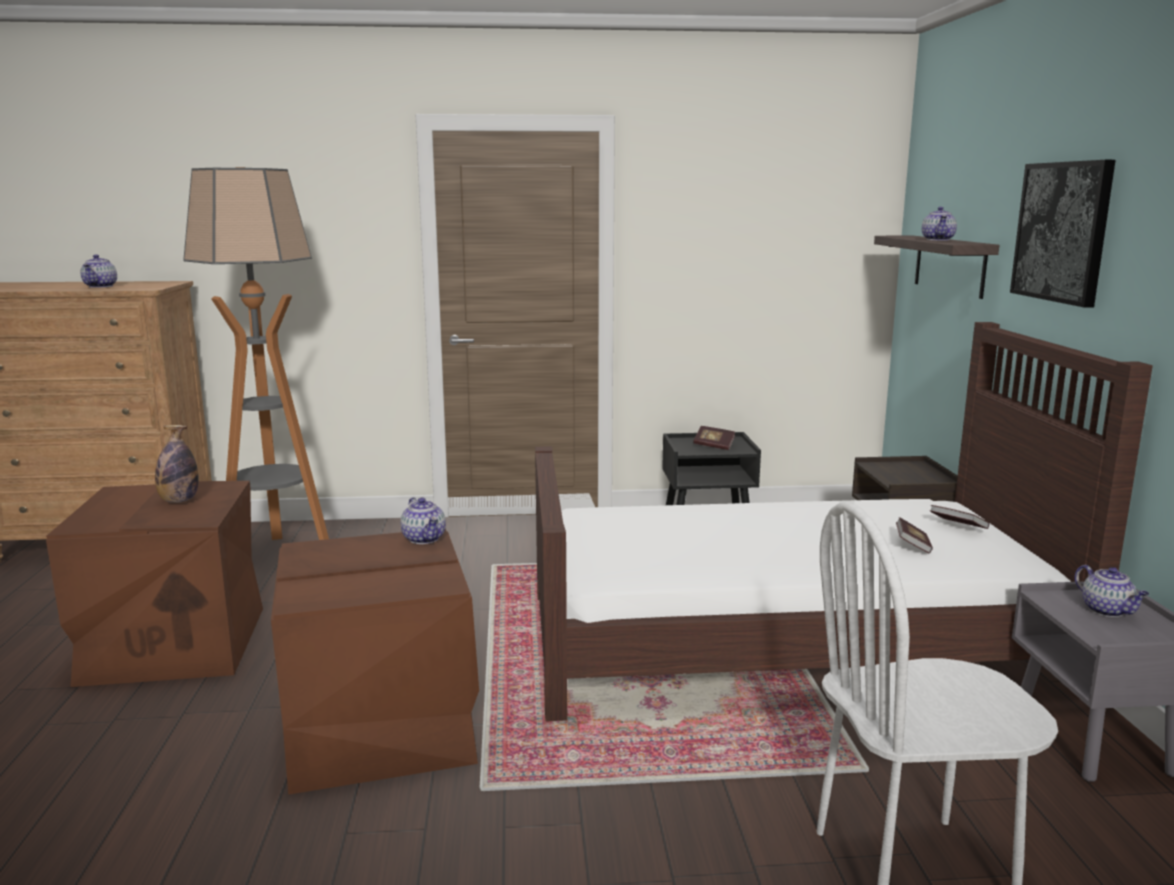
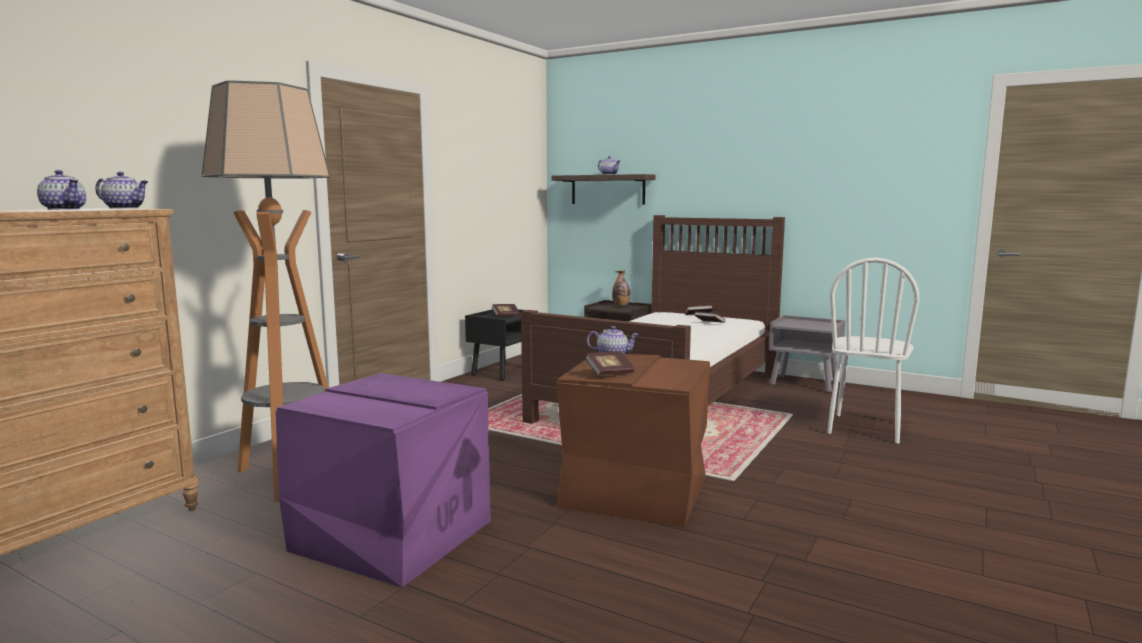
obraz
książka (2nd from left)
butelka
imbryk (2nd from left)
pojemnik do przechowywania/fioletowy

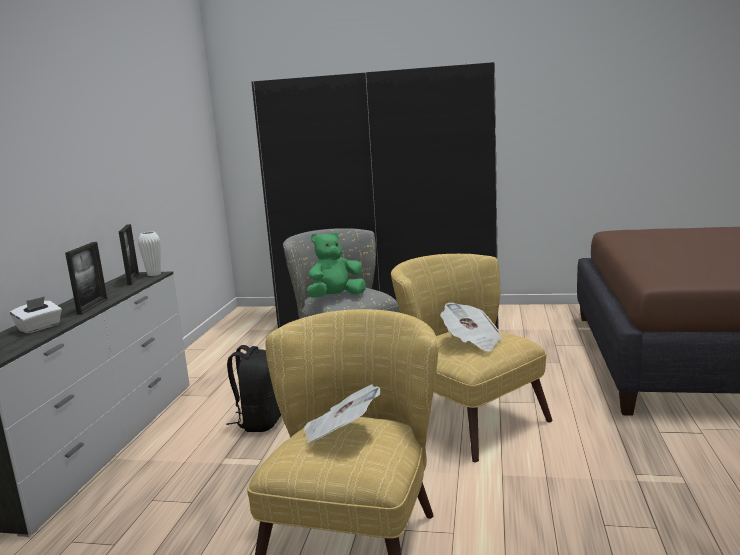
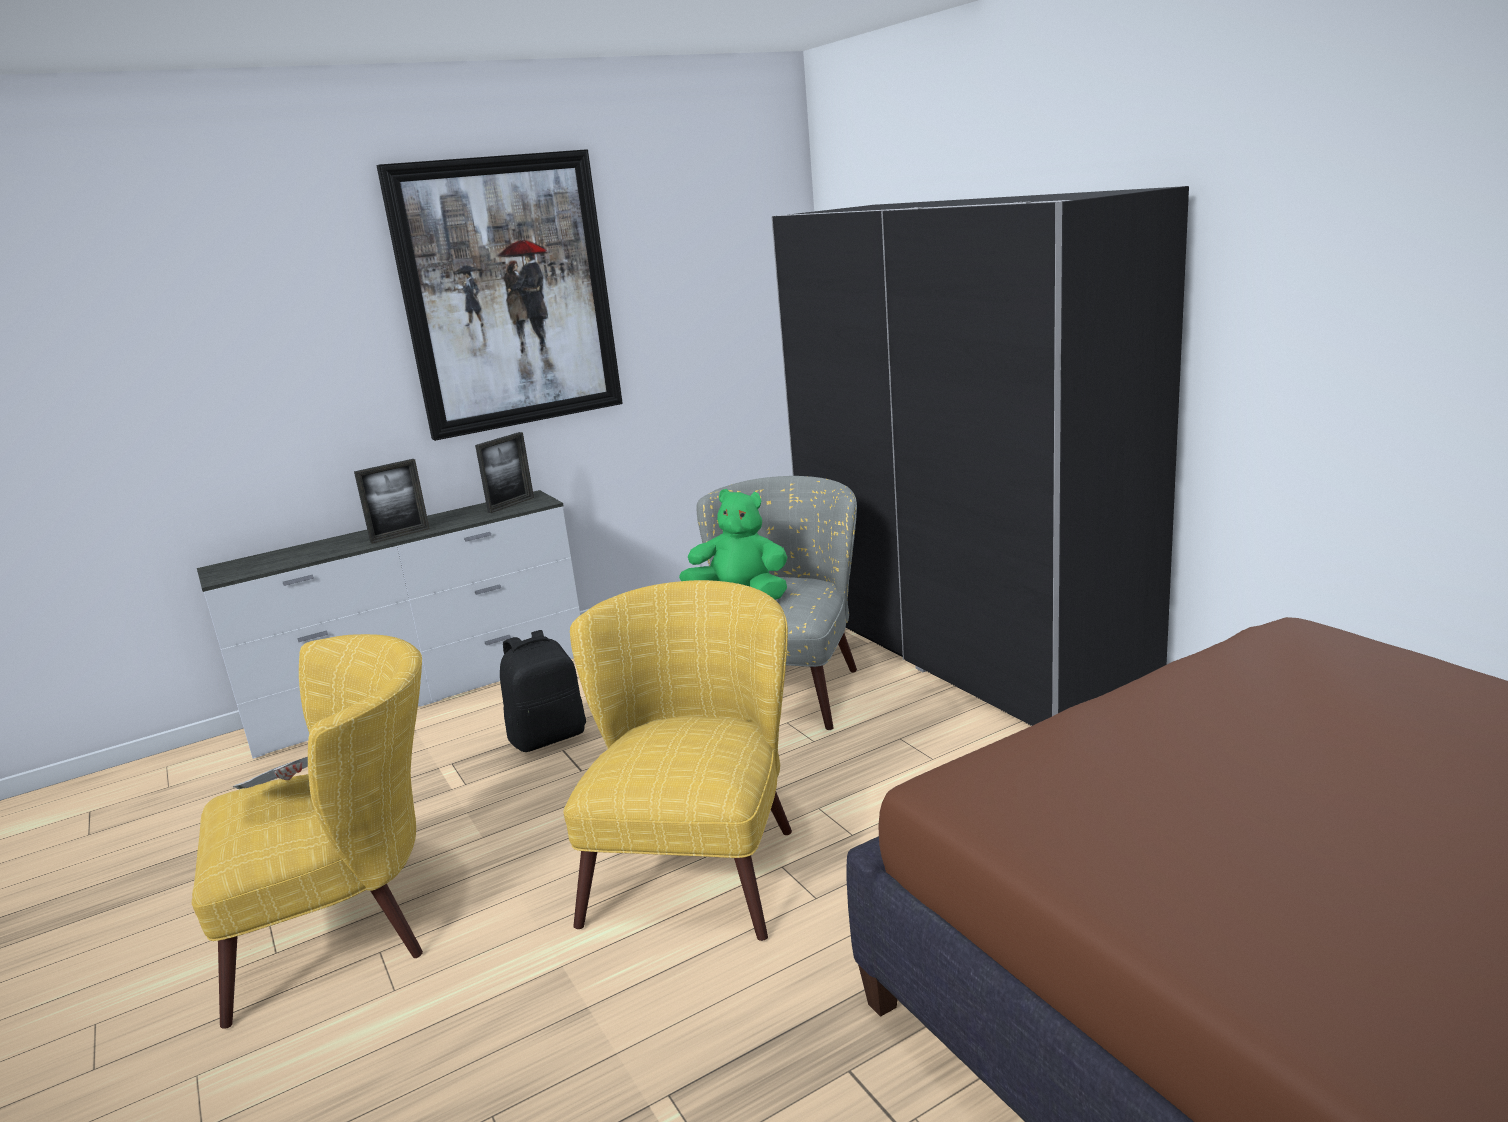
pudełko chusteczek/biały
wazon/biały
gazeta (2nd from left in the first image)
obraz

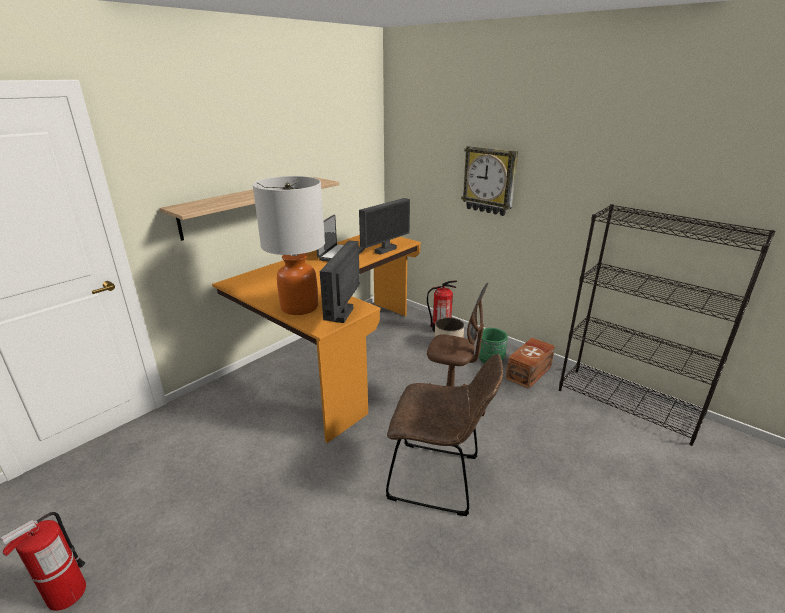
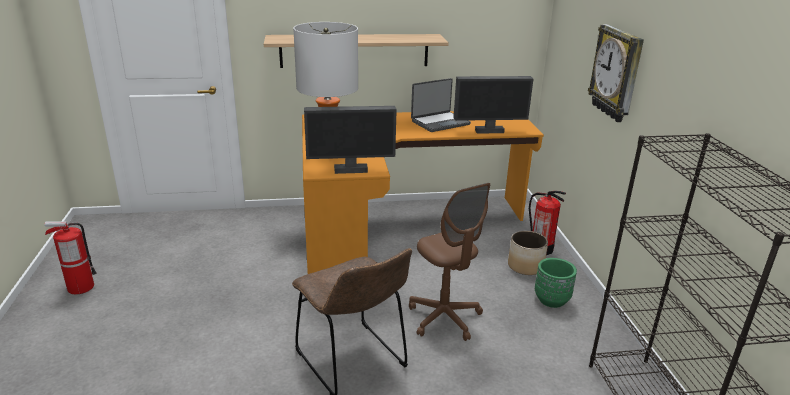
pojemnik do przechowywania/brązowy
monitor (1st from left)

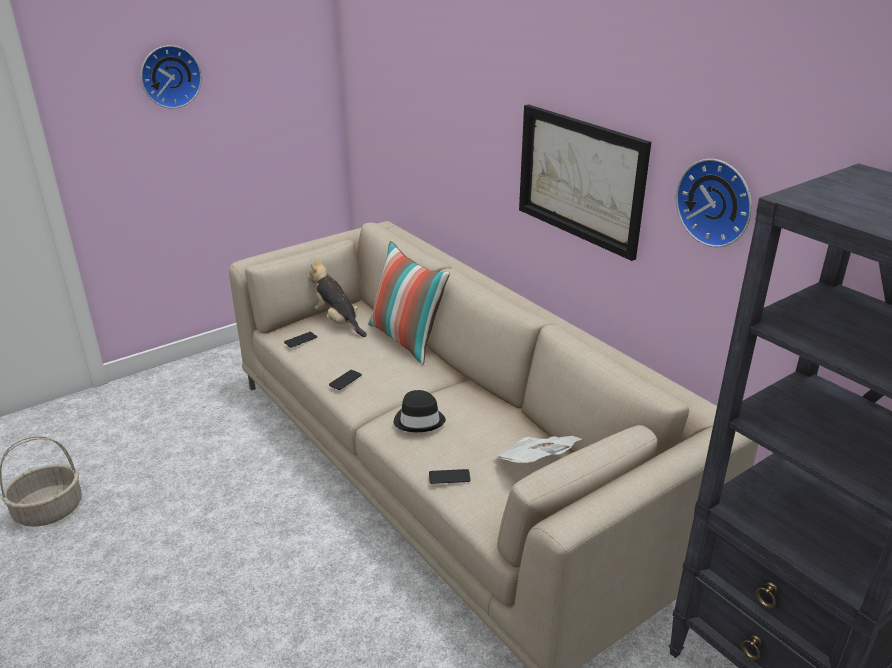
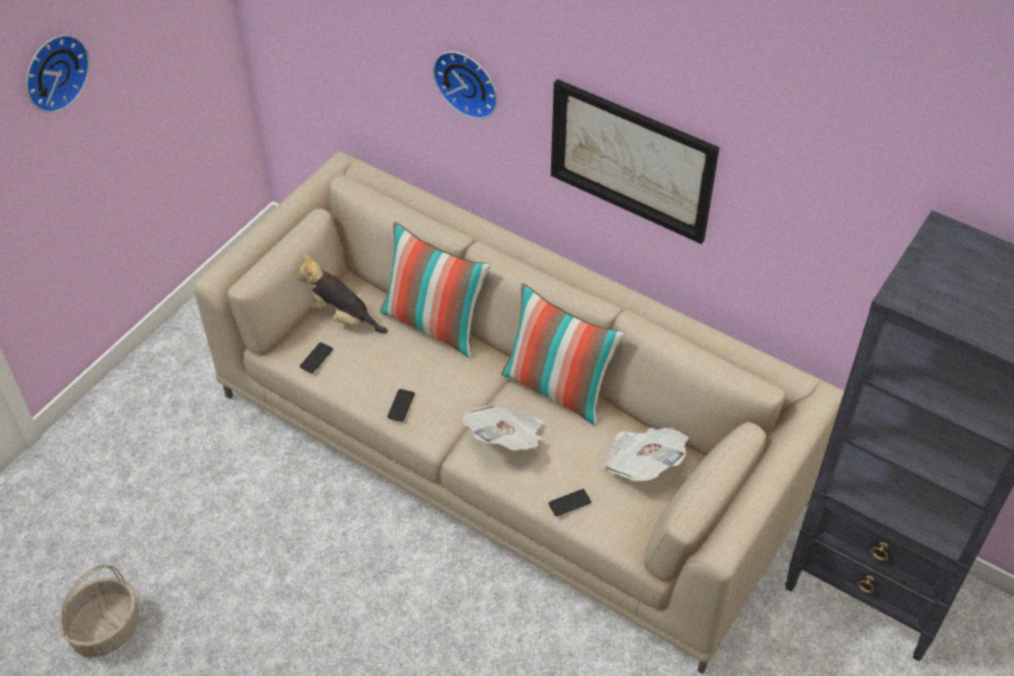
poduszka (2nd from left)
zegar ścienny (2nd from left)
gazeta (1st from left)

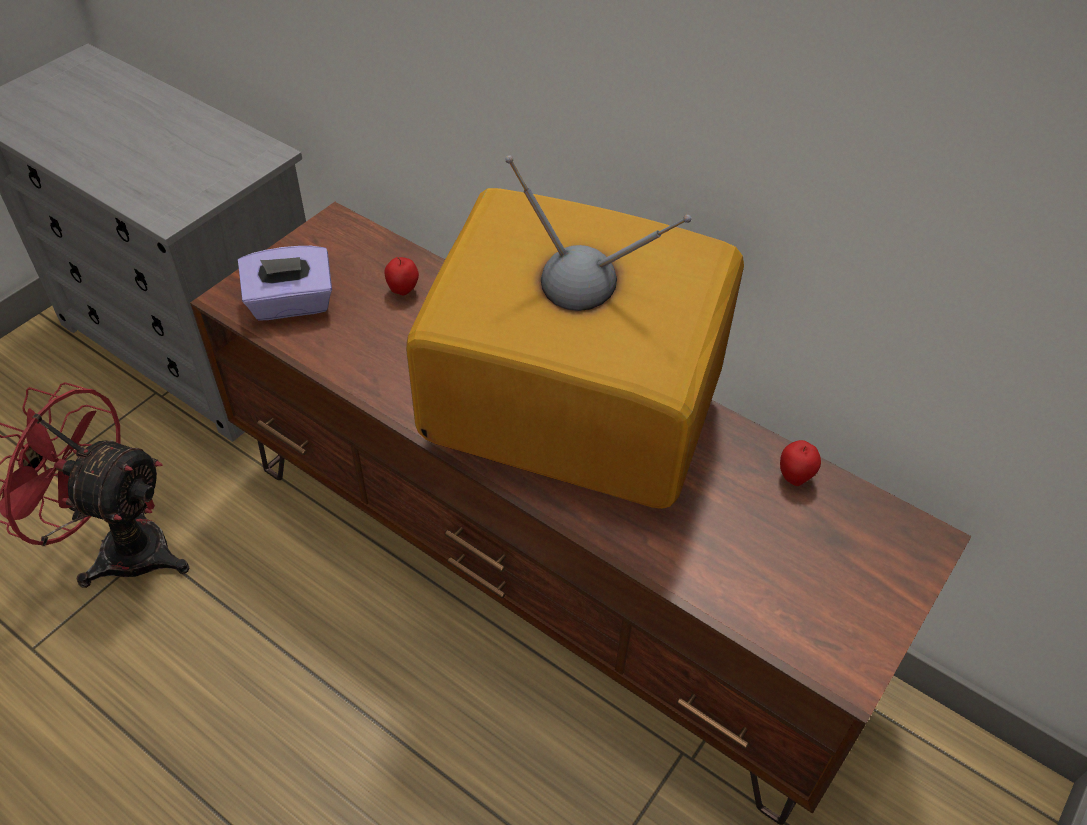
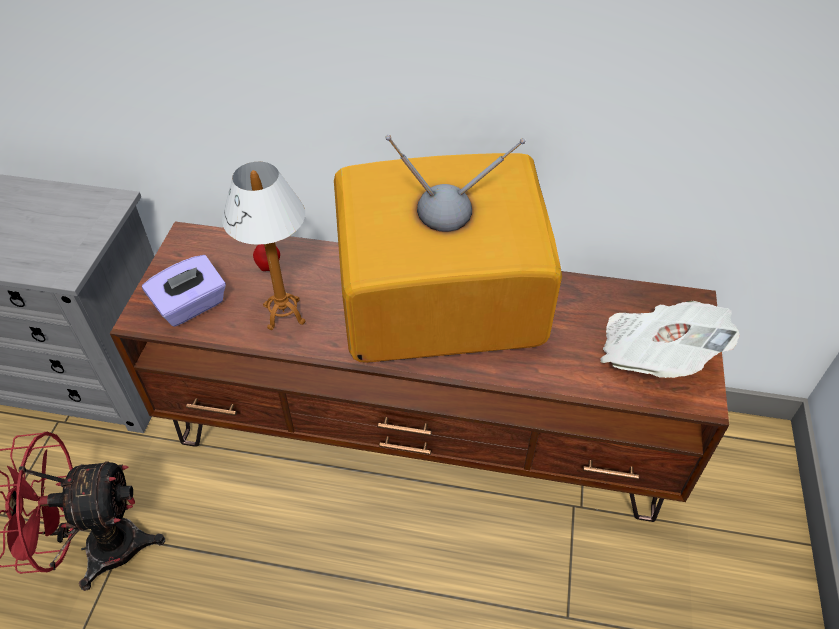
jabłko (2nd from left in the first image)
lampa stołowa
gazeta

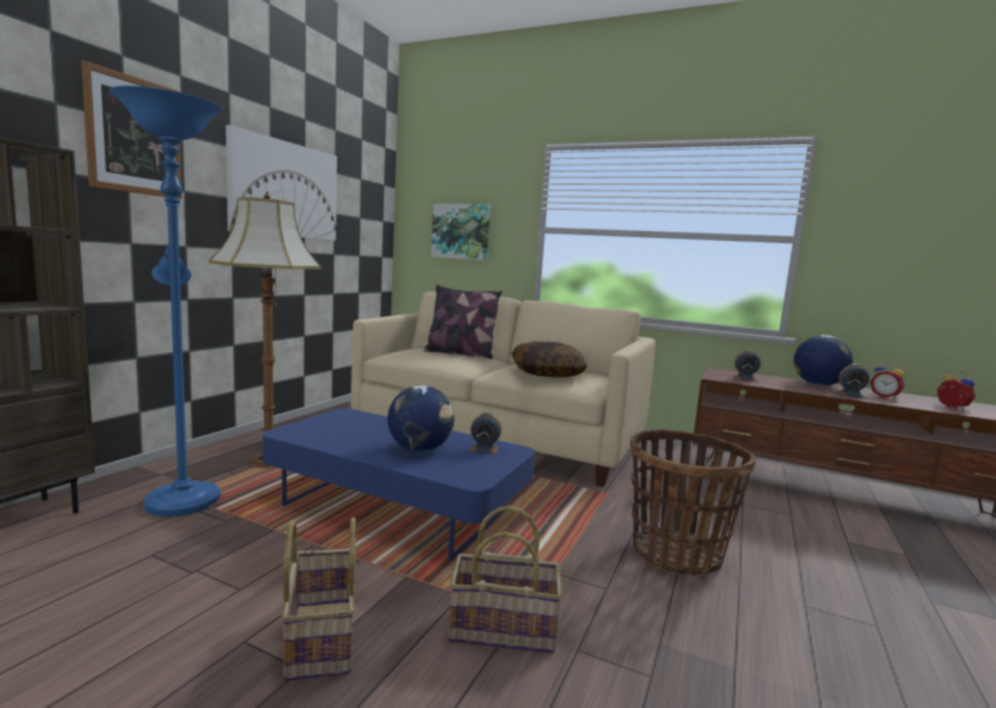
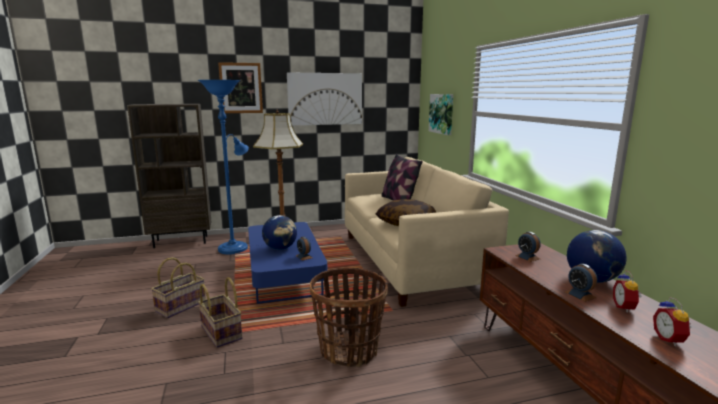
budzik (5th from left)

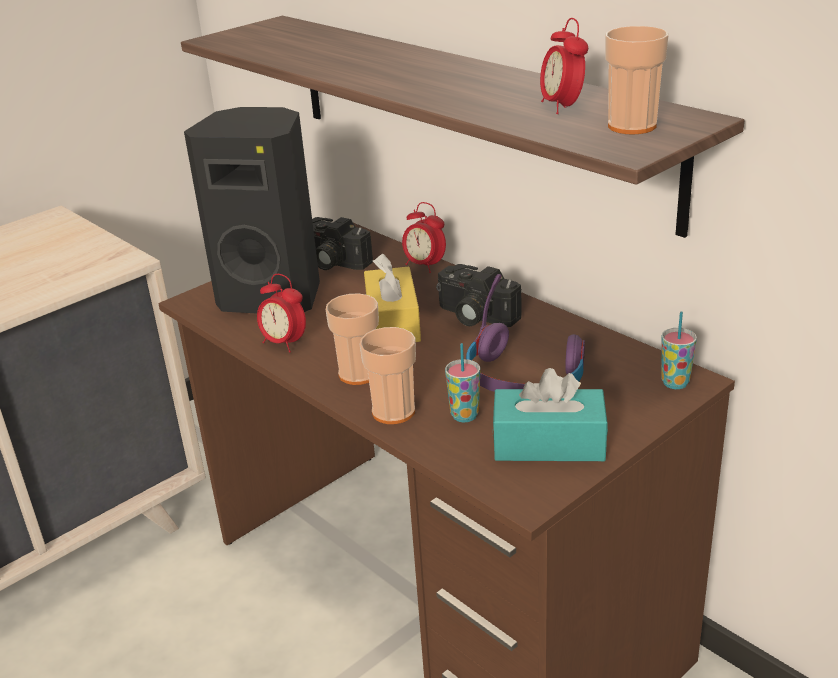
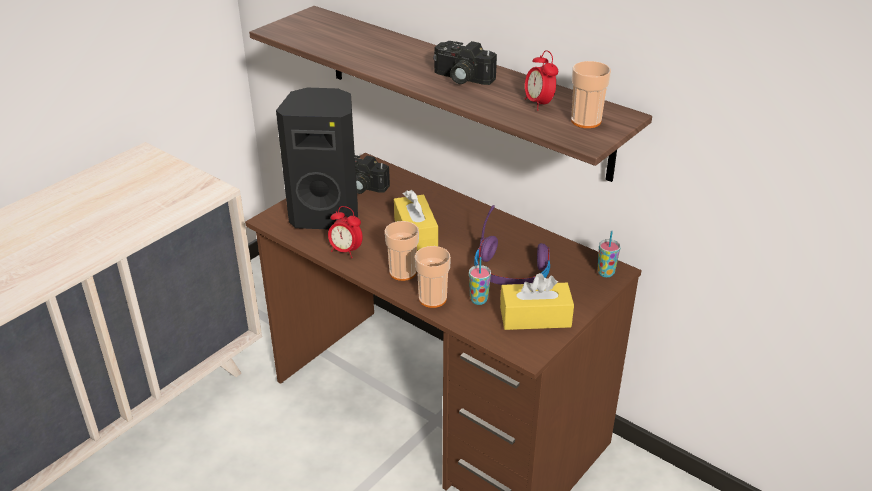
budzik (2nd from left in the first image)
aparat fotograficzny (2nd from left)
pudełko chusteczek/żółty (2nd from left)

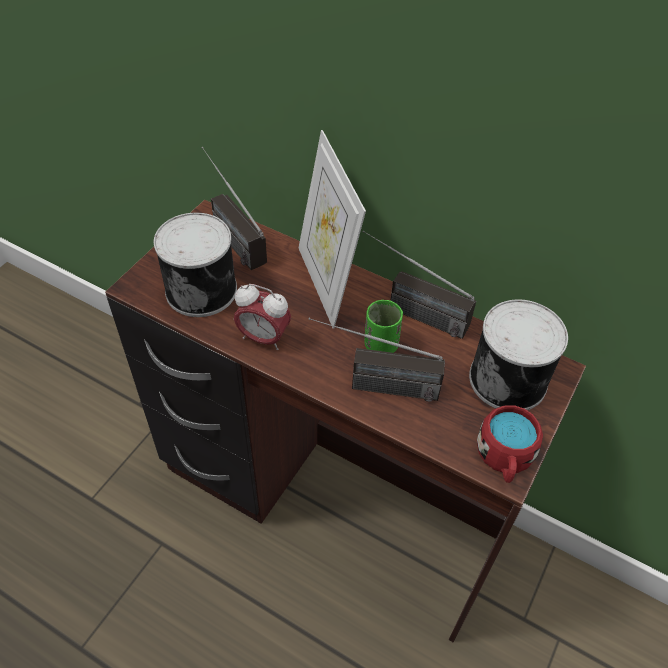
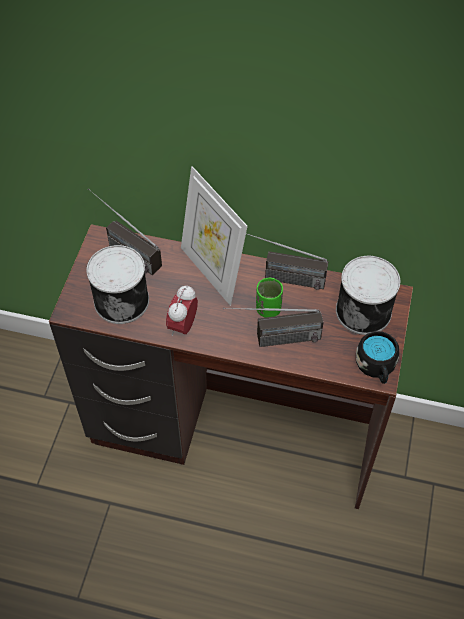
kubek/czarny
budzik

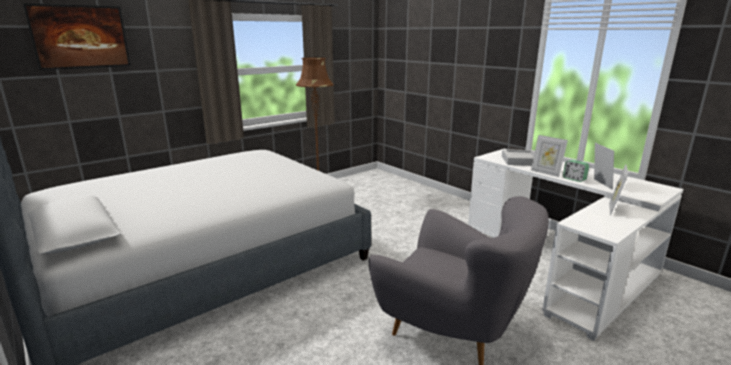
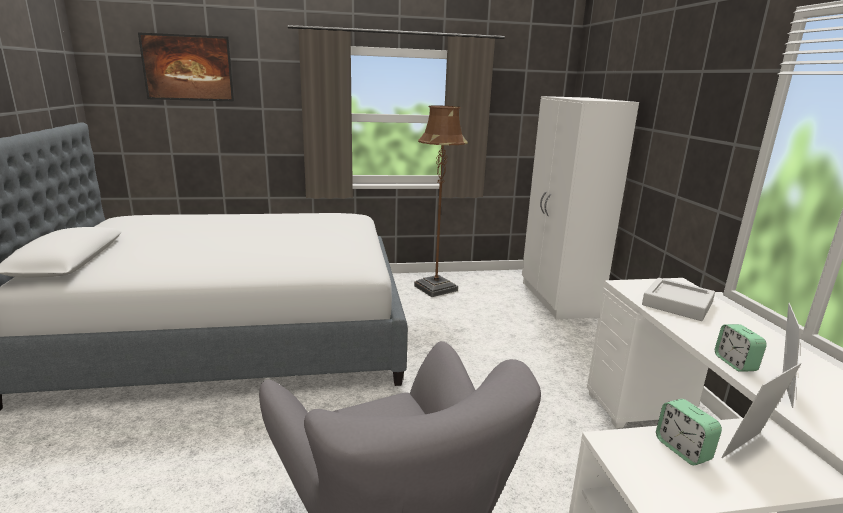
ramka na zdjęcie (1st from left in the first image)
szafa/biały
budzik (1st from left)

